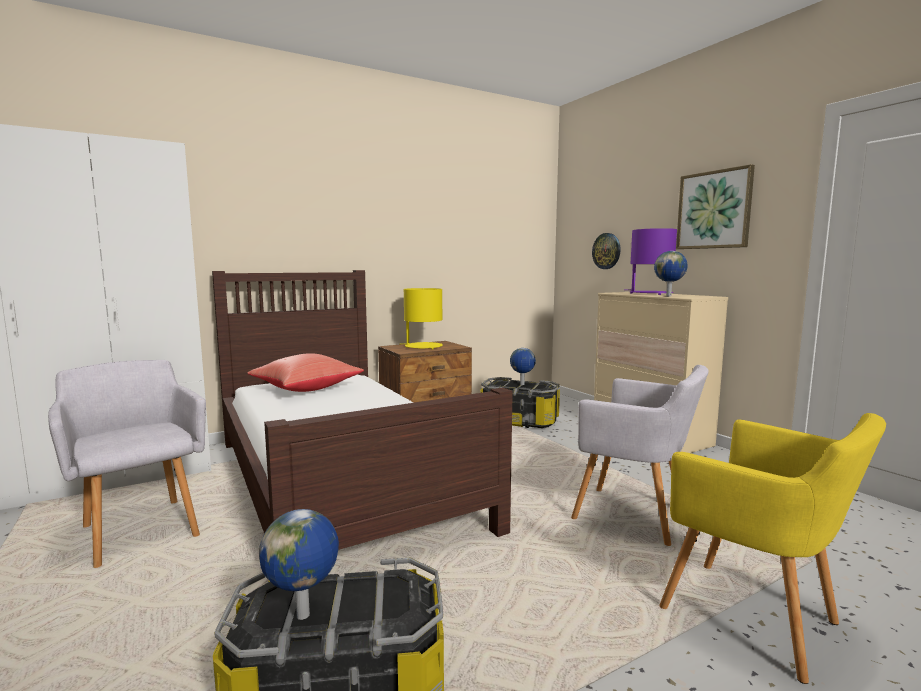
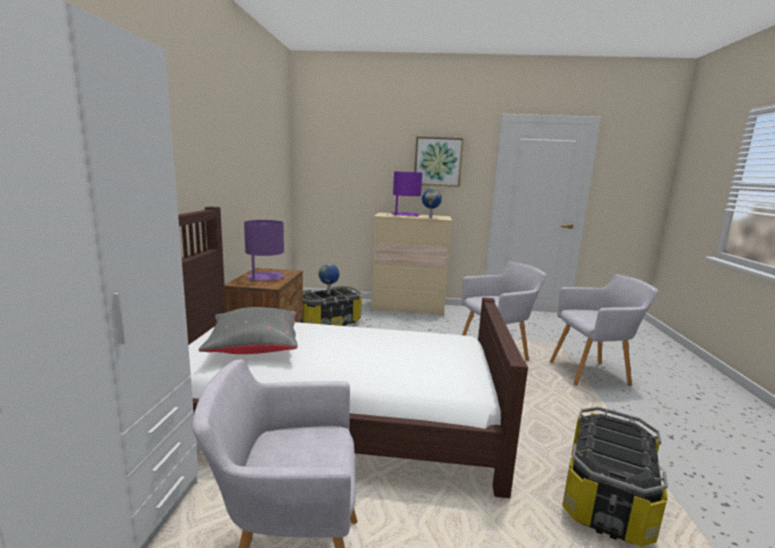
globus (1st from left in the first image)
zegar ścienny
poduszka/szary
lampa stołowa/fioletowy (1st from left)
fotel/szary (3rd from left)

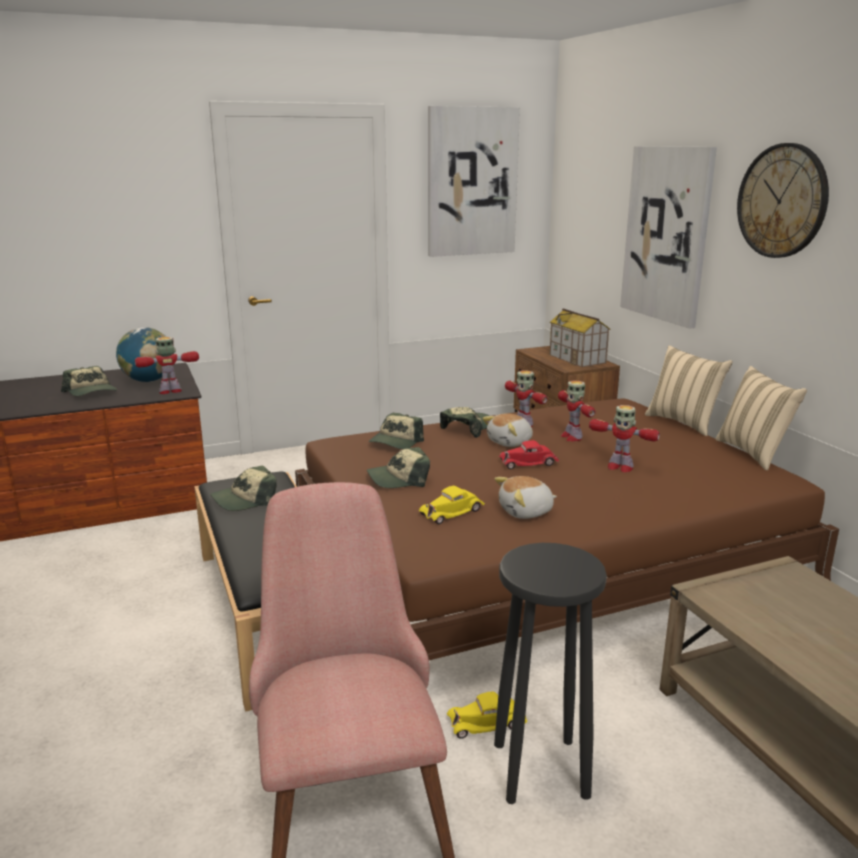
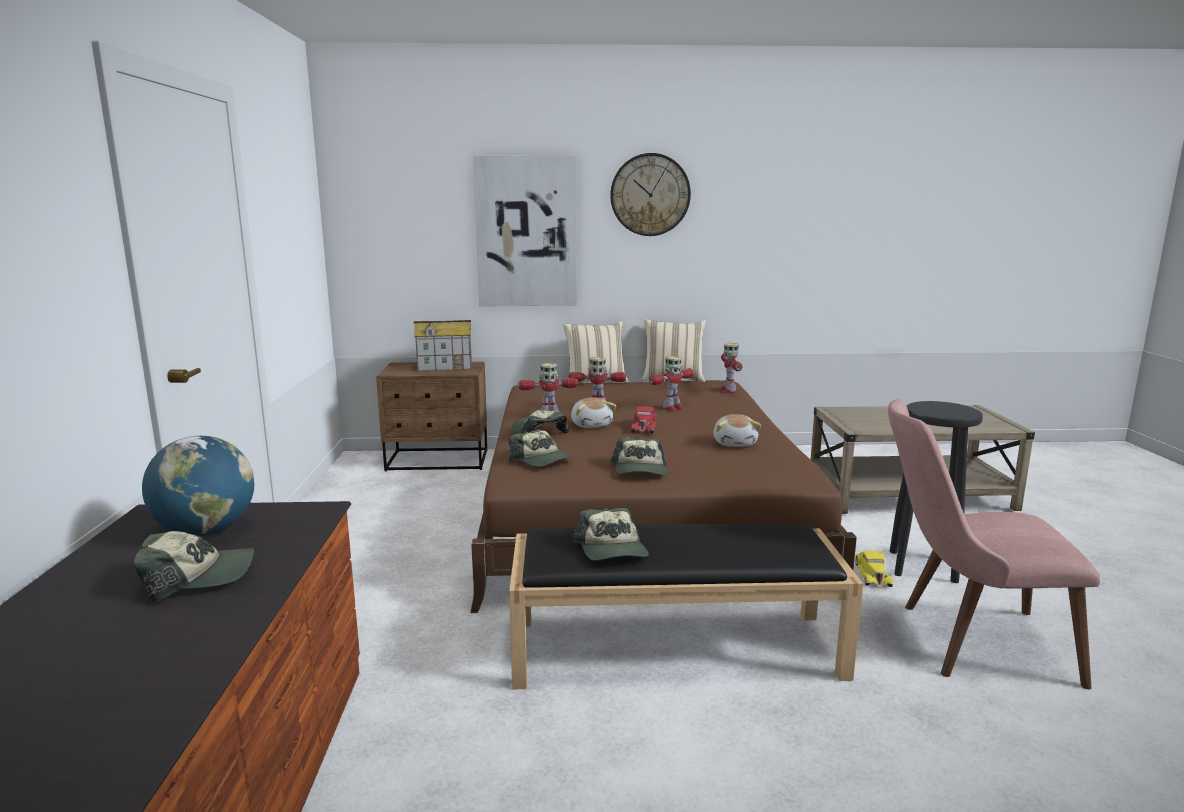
samochodzik/żółty (1st from left in the first image)
obraz (1st from left in the first image)
robot zabawkowy (4th from left)

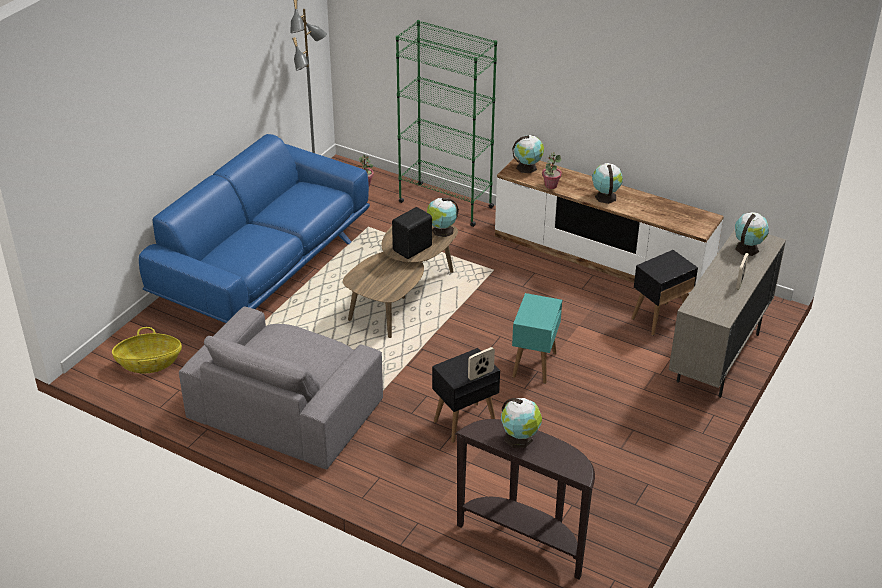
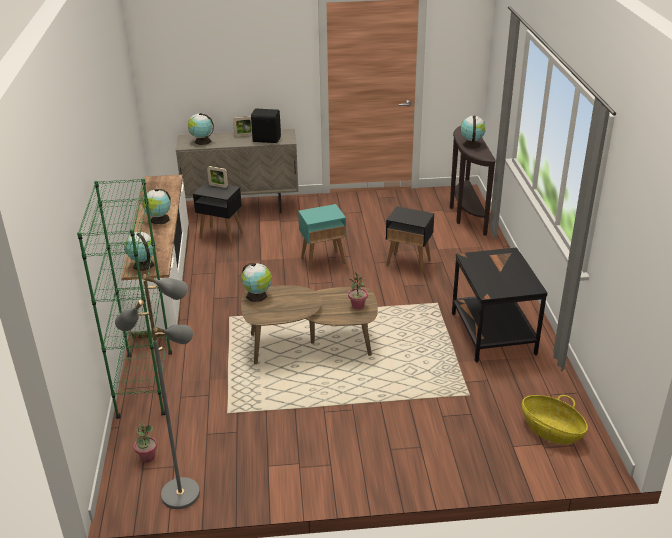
kanapa/niebieski
głośnik/czarny
ramka na zdjęcie (1st from left)
roślina doniczkowa (2nd from left)
stolik/czarny (3rd from left)

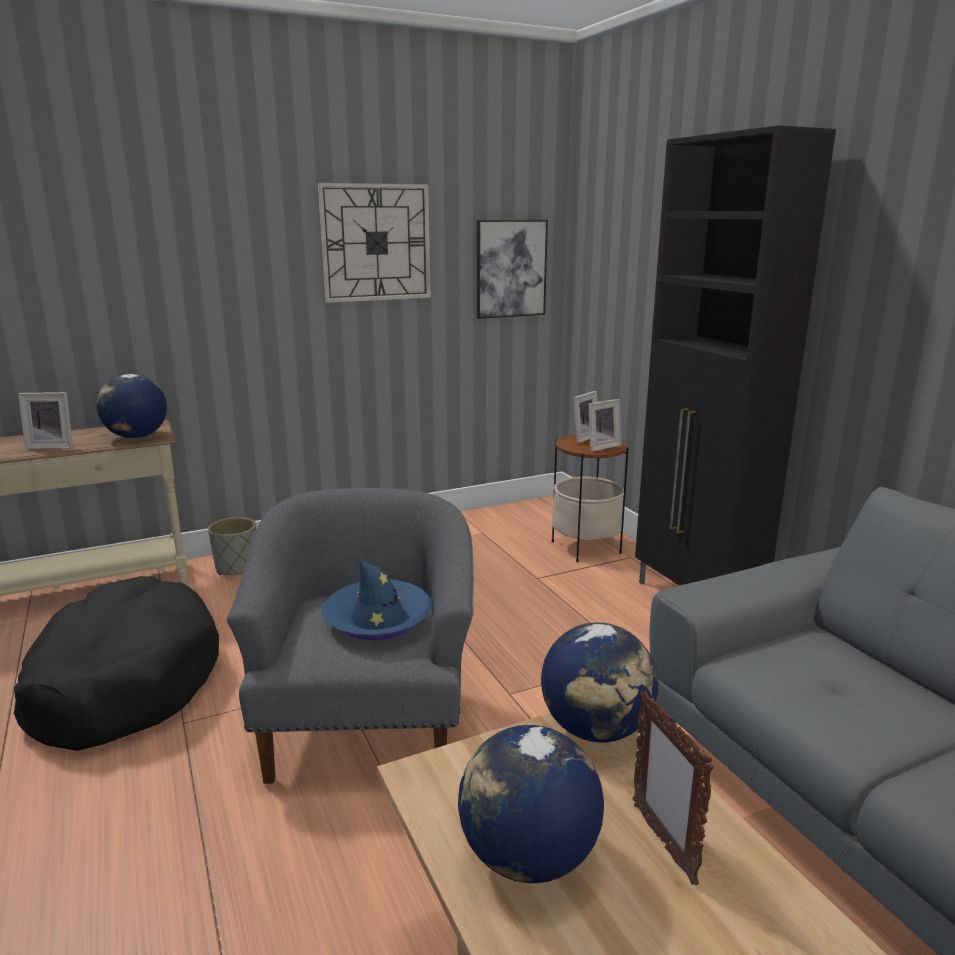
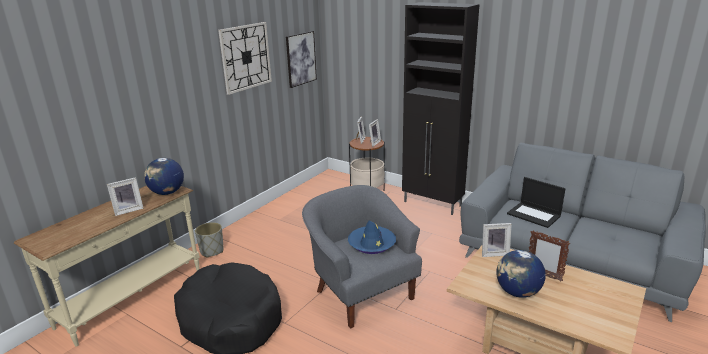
laptop
ramka na zdjęcie (4th from left)

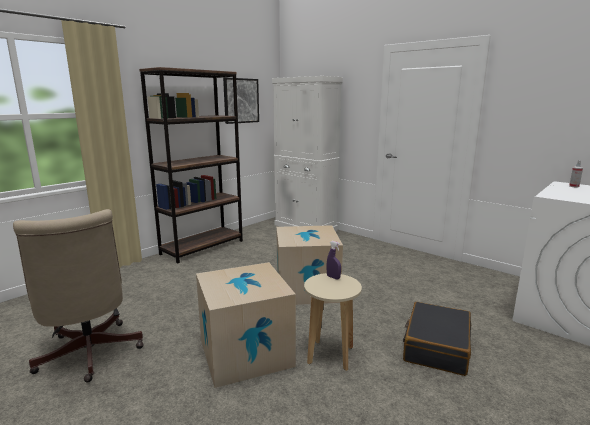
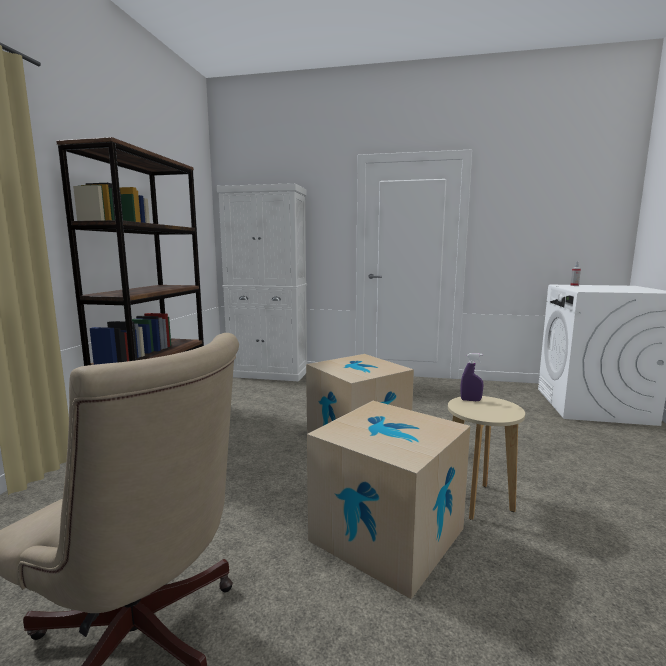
obraz
walizka/czarny

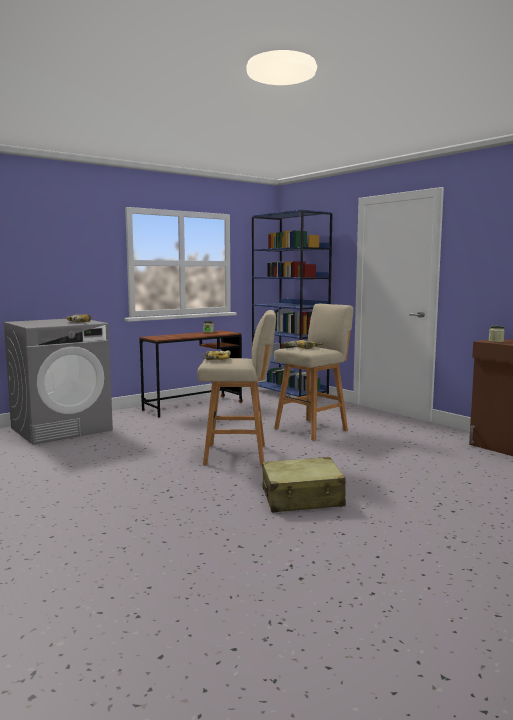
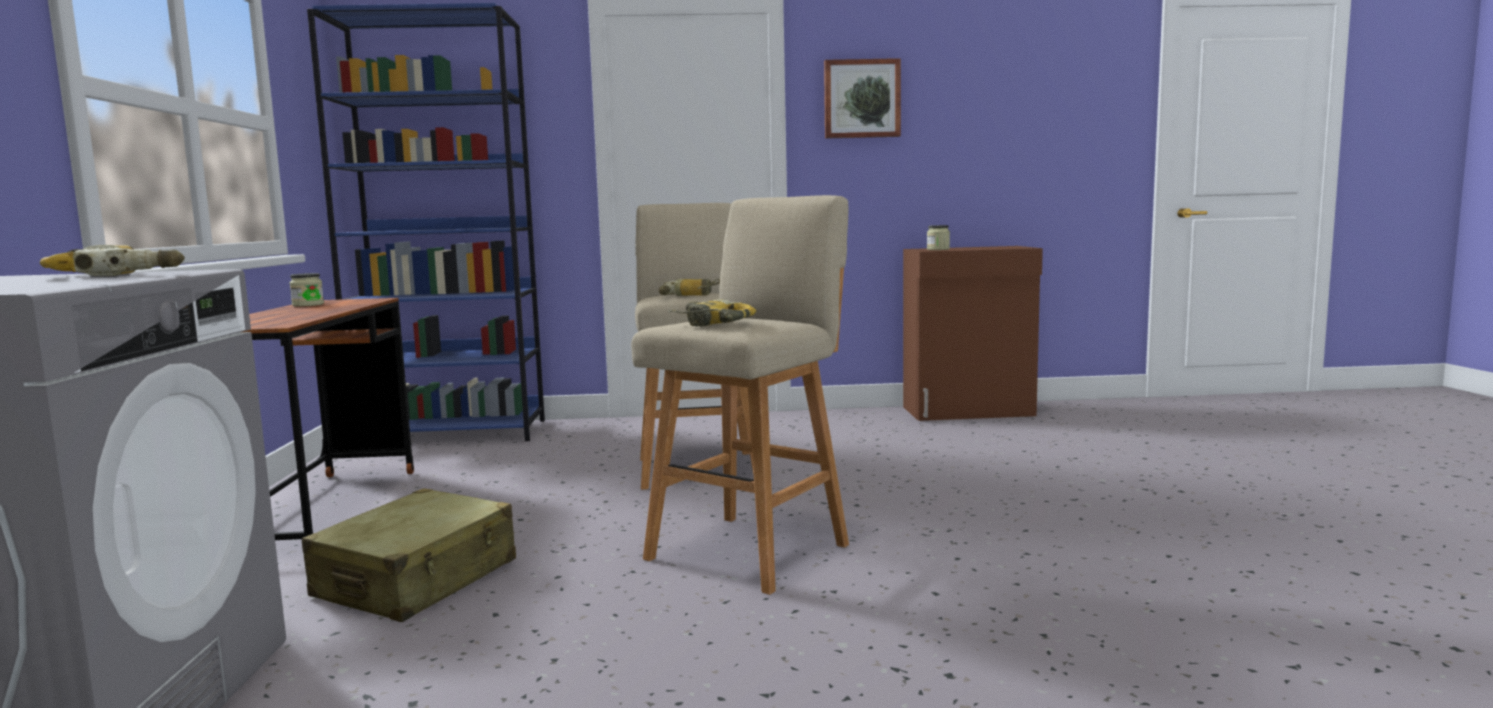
obraz
walizka/beżowy

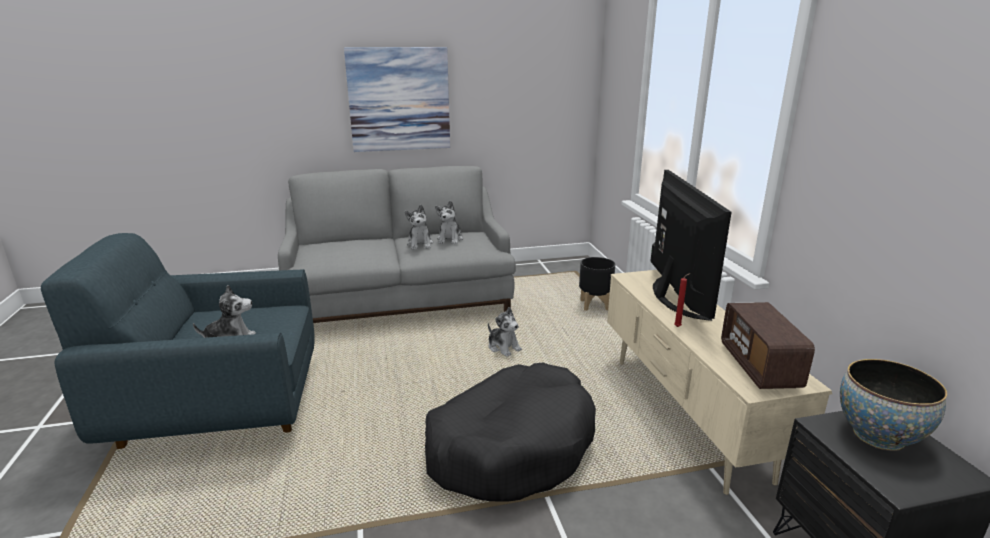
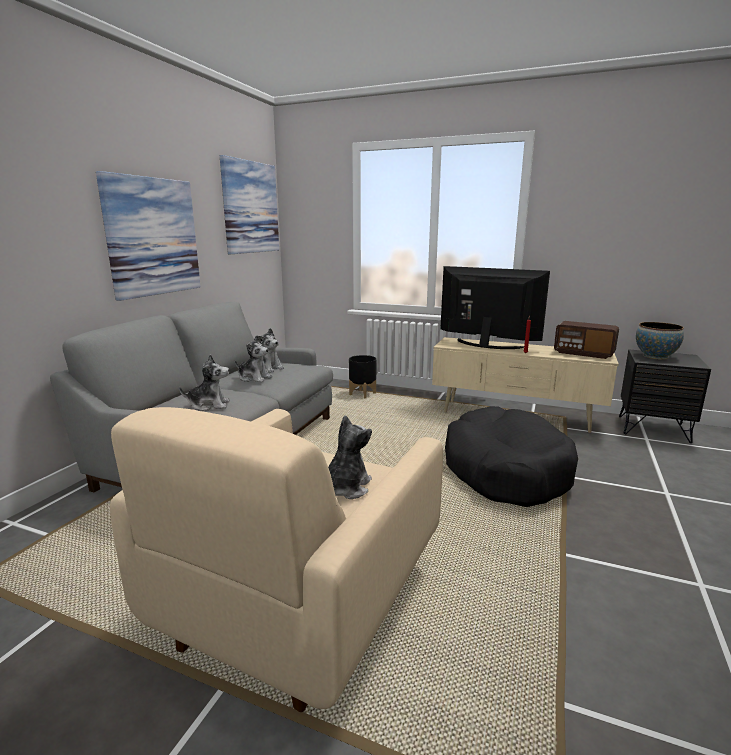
obraz (2nd from left)
pluszak (1st from left)
fotel/beżowy

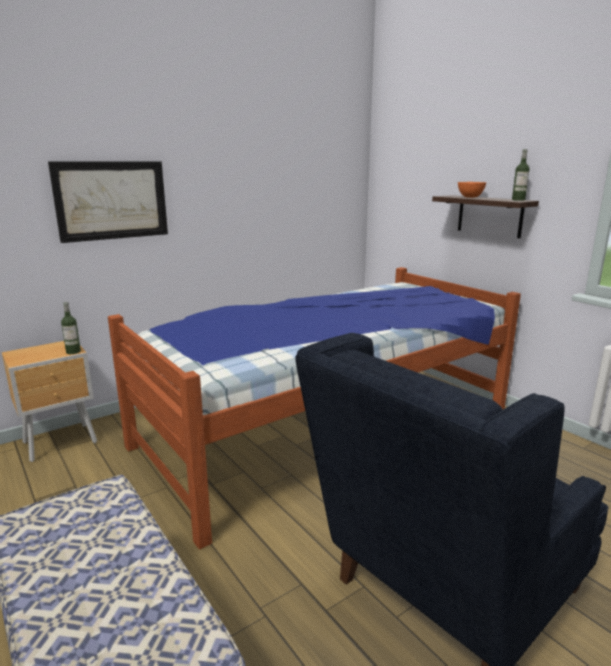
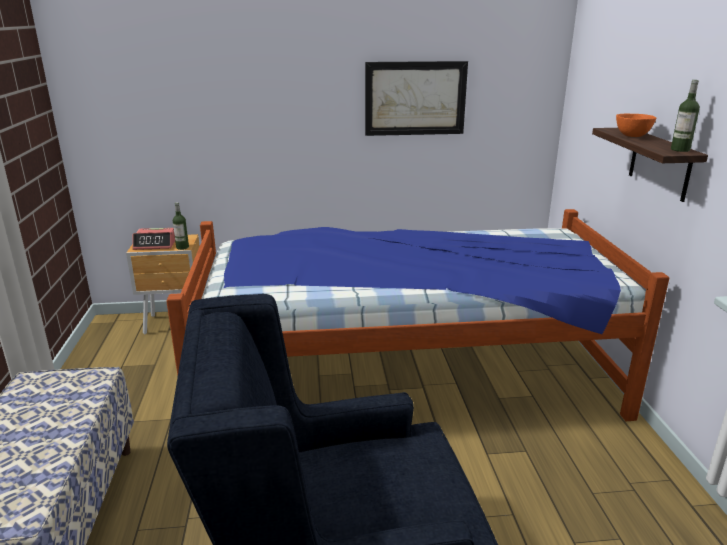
budzik
obraz

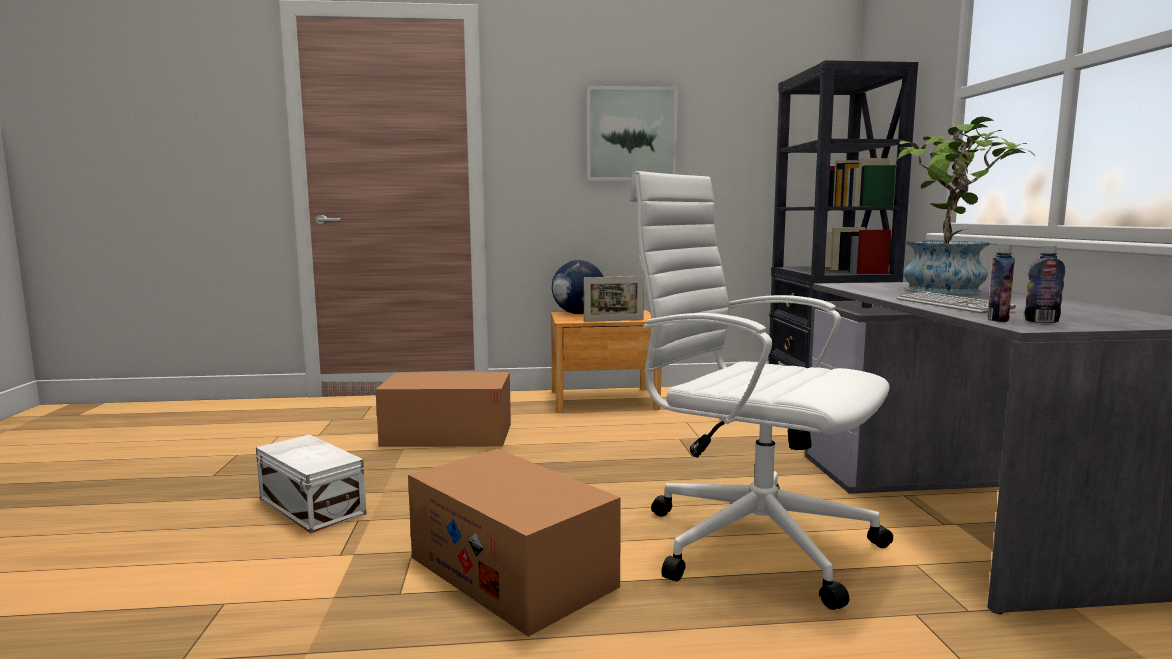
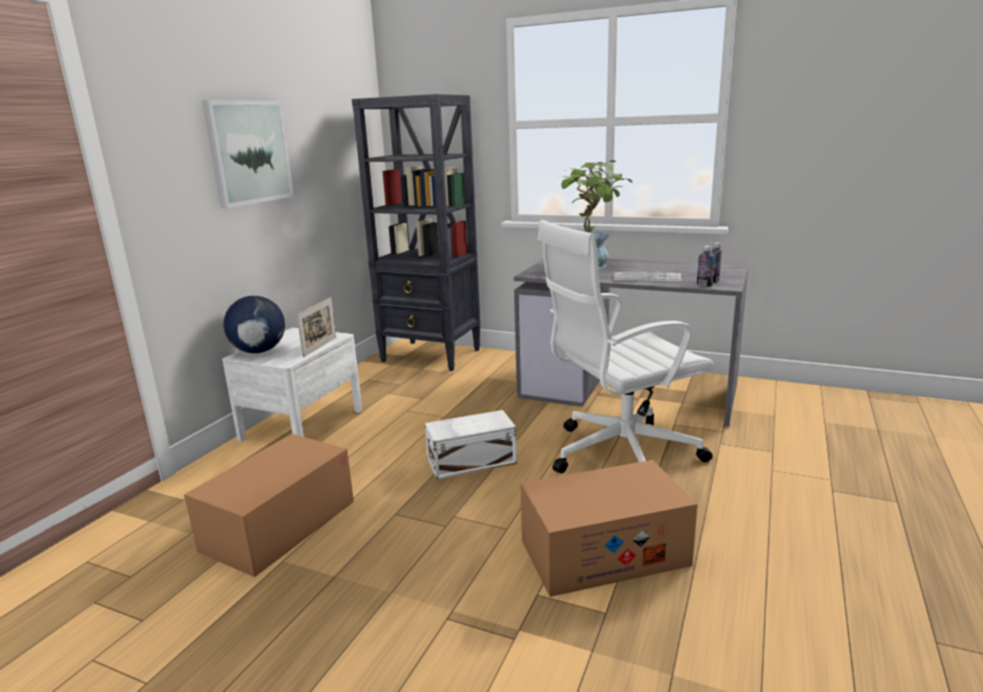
pojemnik do przechowywania/biały
szafka nocna/biały

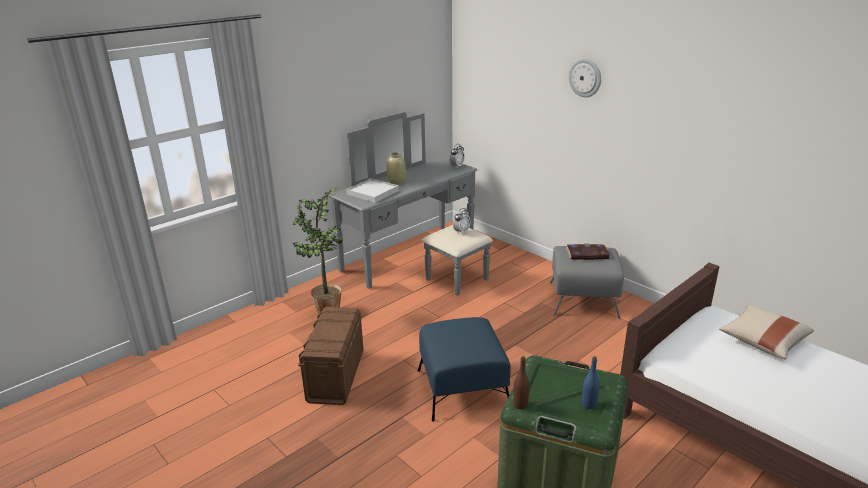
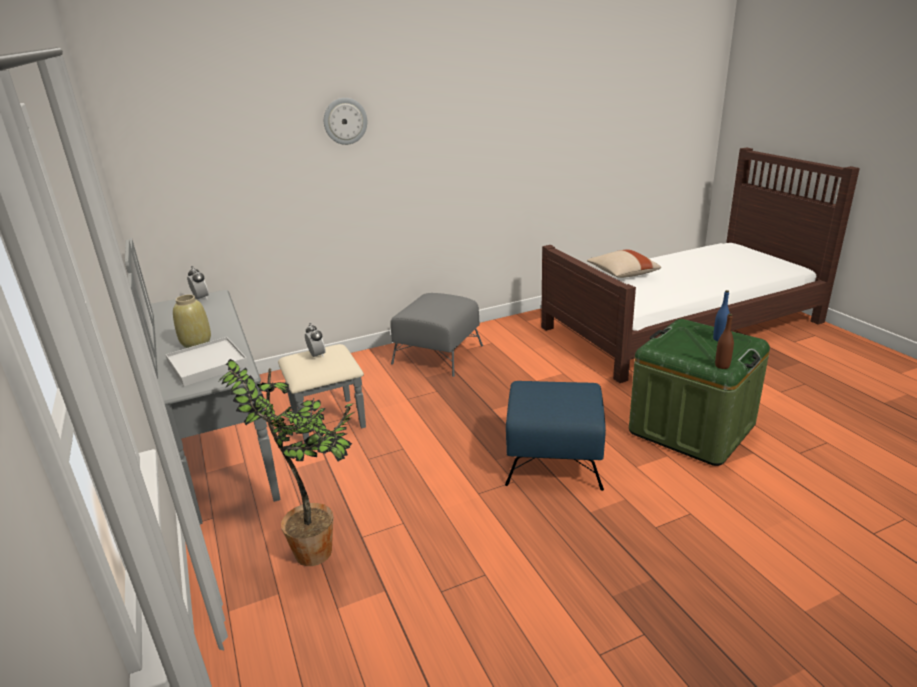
pojemnik do przechowywania/brązowy
książka

